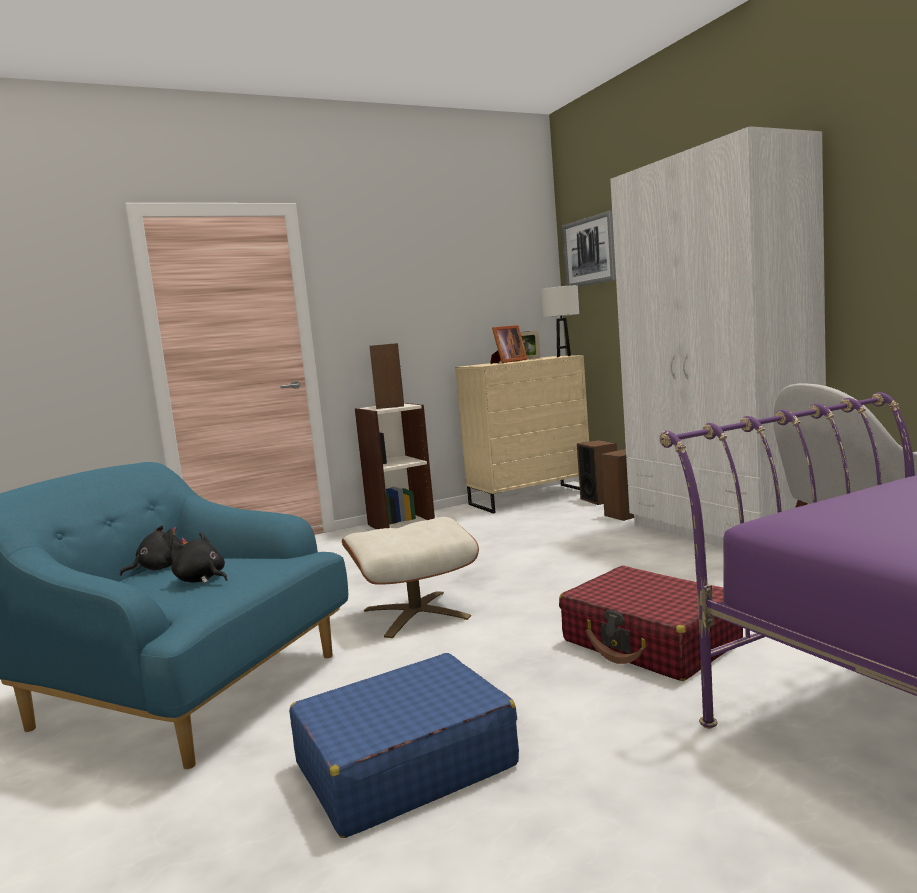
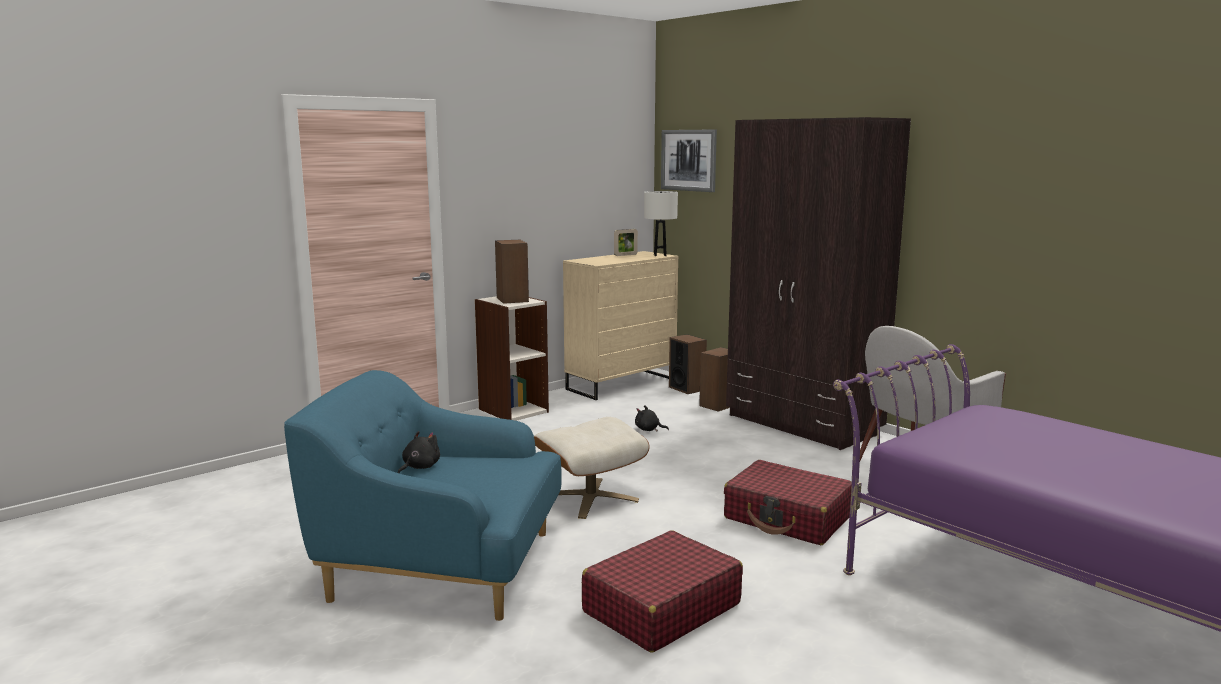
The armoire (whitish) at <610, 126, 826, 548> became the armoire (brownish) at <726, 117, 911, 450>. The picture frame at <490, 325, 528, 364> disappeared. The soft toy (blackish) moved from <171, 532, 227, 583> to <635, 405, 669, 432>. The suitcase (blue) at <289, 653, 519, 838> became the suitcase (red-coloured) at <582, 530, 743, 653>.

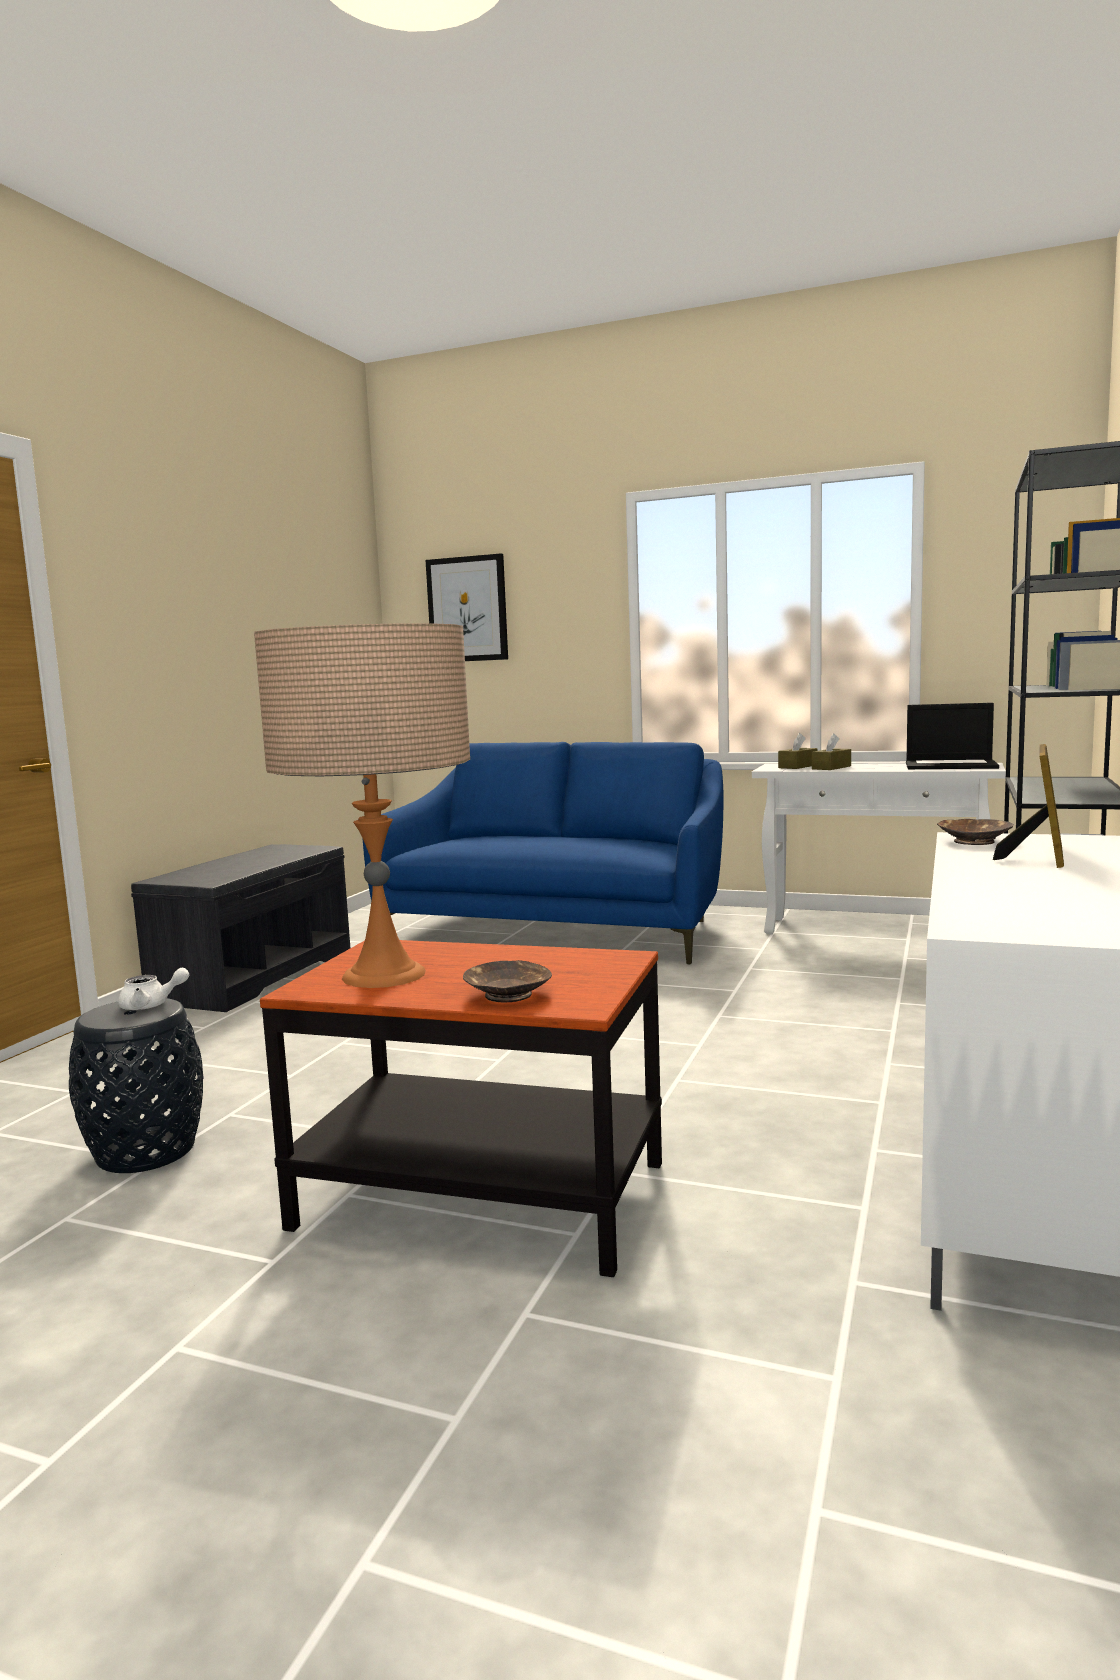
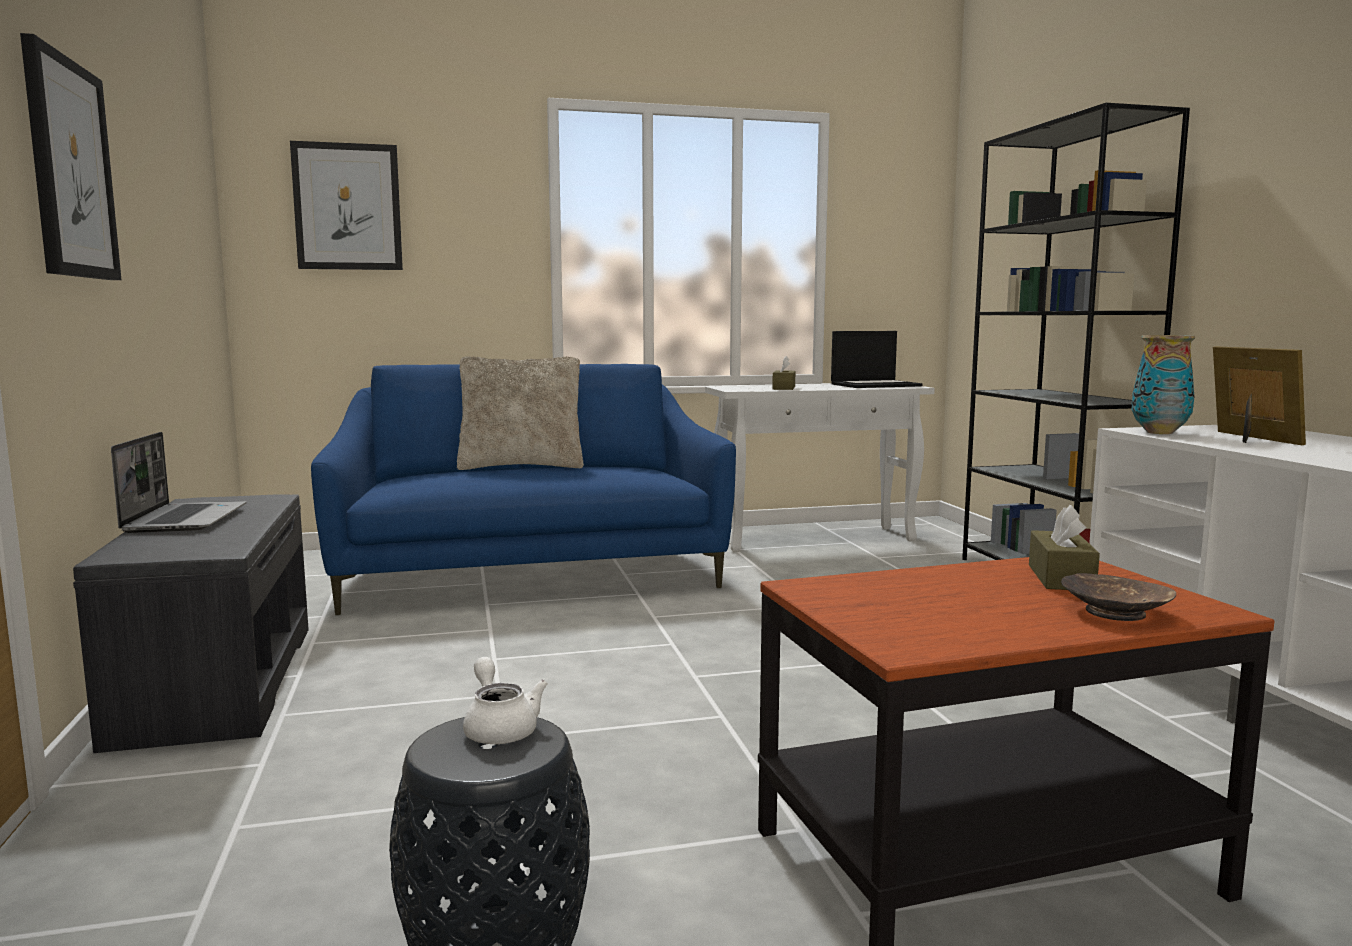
The tabletop lamp (sand-coloured) at <254, 623, 470, 988> disappeared. The box of tissues (brownish) moved from <778, 733, 817, 769> to <1029, 505, 1100, 590>. The serving bowl (brownish) at <937, 819, 1014, 845> was replaced by the vase at <1131, 335, 1195, 434>. The teapot (whitish) at <118, 968, 189, 1010> turned 75 degrees counterclockwise. The wall art at <20, 33, 122, 280> appeared. The throw pillow (sand-coloured) at <457, 356, 584, 470> appeared. The portable computer at <111, 432, 247, 533> appeared.

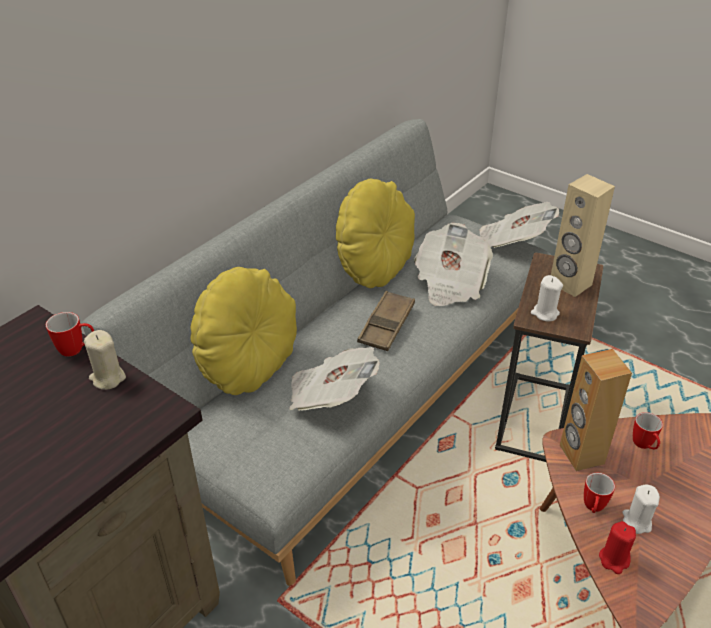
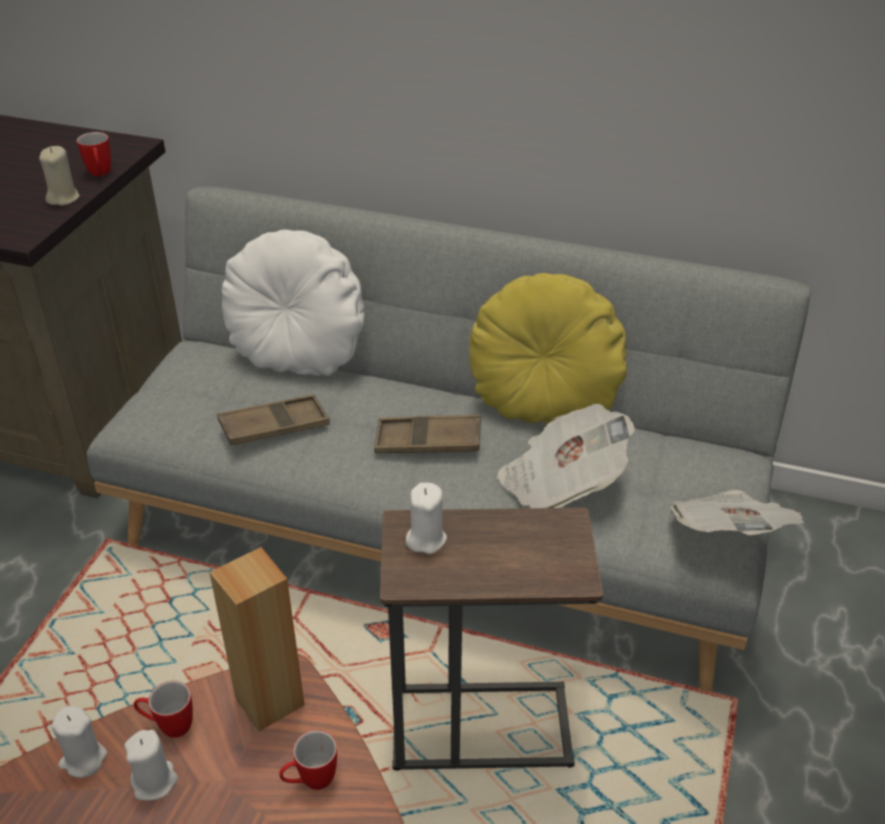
The speaker (sand-coloured) at <551, 174, 615, 297> disappeared. The throw pillow (yellow) at <191, 267, 297, 395> became the throw pillow (whitish) at <222, 230, 365, 376>. The printed paper at <289, 347, 380, 411> was replaced by the carrying tray (brownish) at <217, 394, 330, 445>. The wax light (red-coloured) at <599, 521, 636, 574> became the wax light (whitish) at <51, 706, 108, 778>.

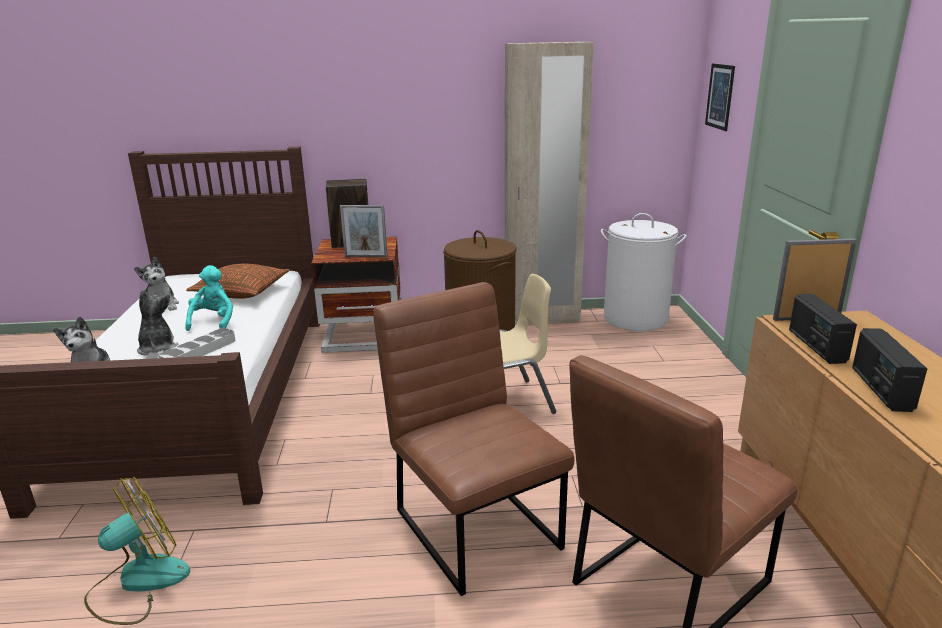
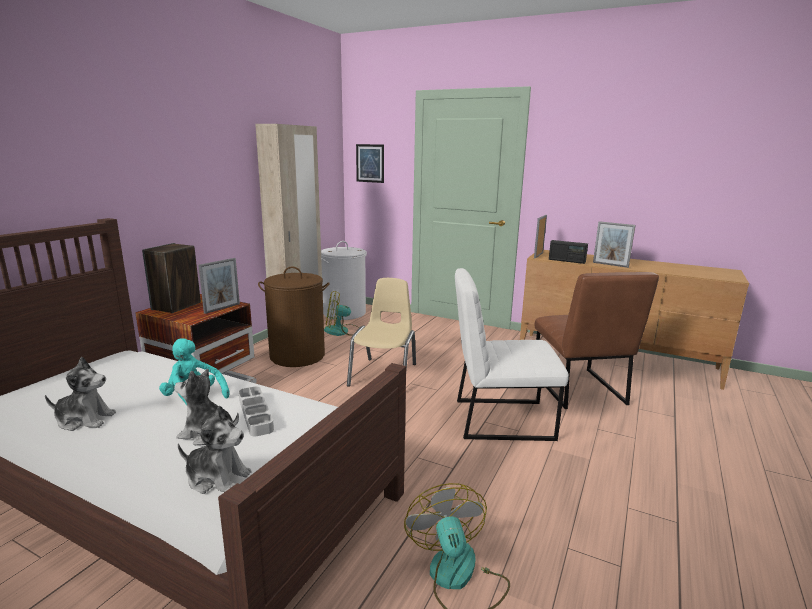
The throw pillow (brownish) at <186, 264, 290, 299> disappeared. The upright chair (brownish) at <373, 282, 575, 596> became the upright chair (whitish) at <455, 268, 569, 441>. The radio receiver at <852, 328, 927, 412> was replaced by the picture frame at <593, 221, 635, 268>. The cooling fan at <324, 291, 359, 336> appeared.

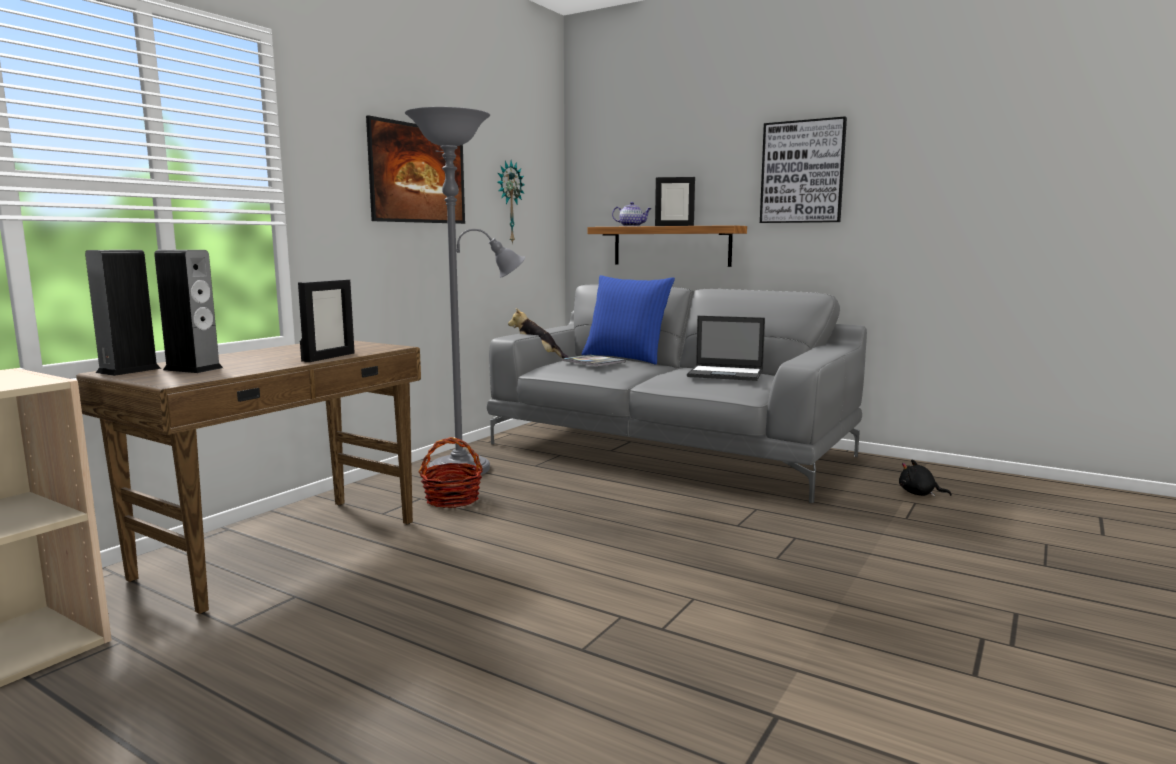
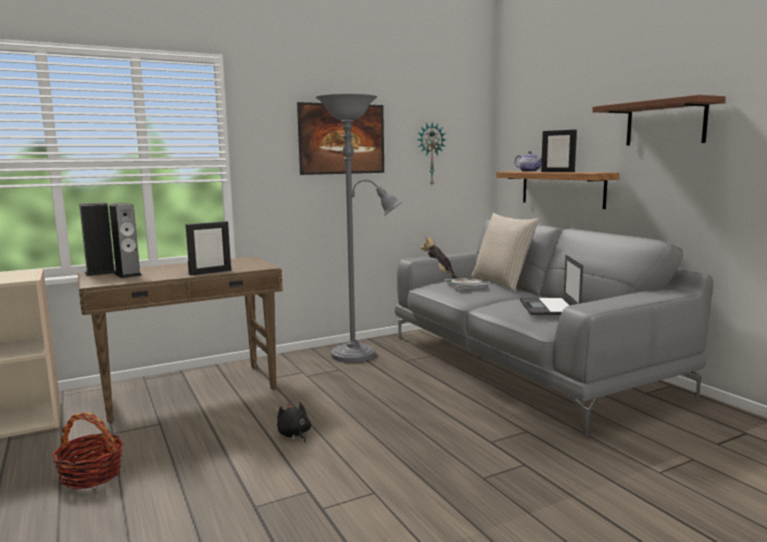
The wall art at <760, 116, 847, 223> was replaced by the bracket shelf (brownish) at <592, 95, 725, 146>. The throw pillow (blue) at <581, 275, 675, 365> became the throw pillow (sand-coloured) at <471, 213, 539, 291>. The portable computer at <687, 316, 765, 381> turned 45 degrees clockwise. The household basket moved from <418, 437, 483, 508> to <52, 412, 123, 489>. The soft toy (blackish) moved from <899, 460, 952, 497> to <277, 402, 311, 443>.

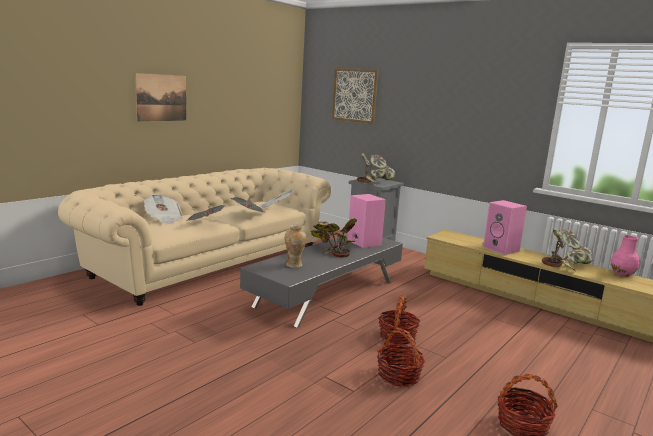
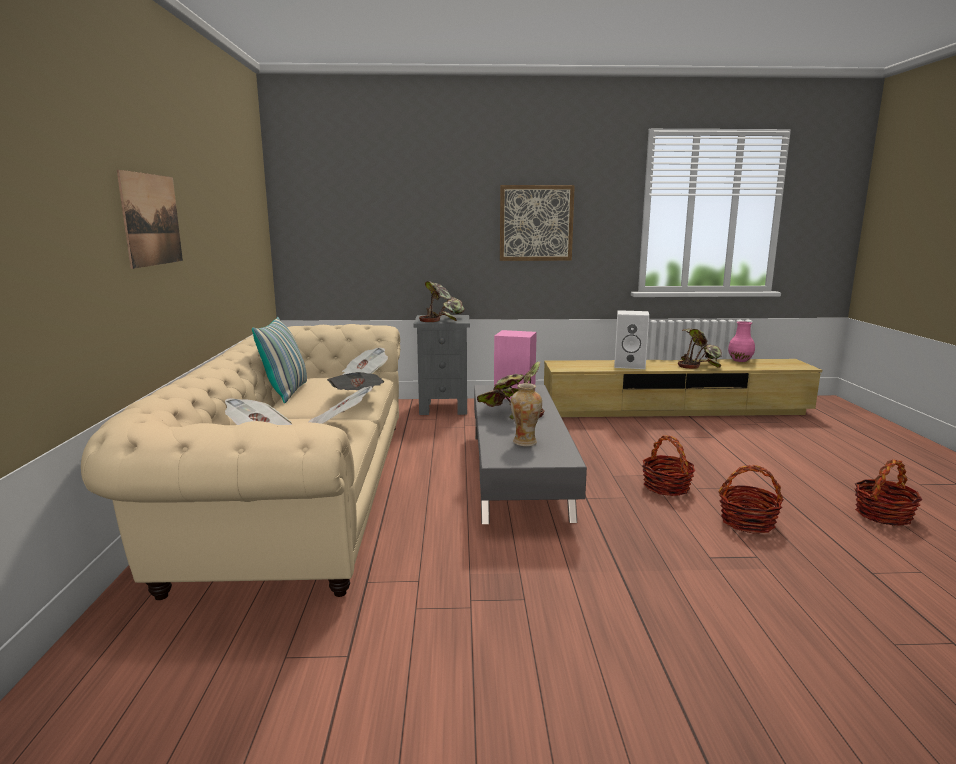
The wall art moved from <332, 67, 378, 124> to <500, 184, 575, 261>. The speaker (pink) at <483, 200, 527, 255> became the speaker (whitish) at <614, 310, 649, 369>. The throw pillow at <252, 317, 307, 403> appeared.

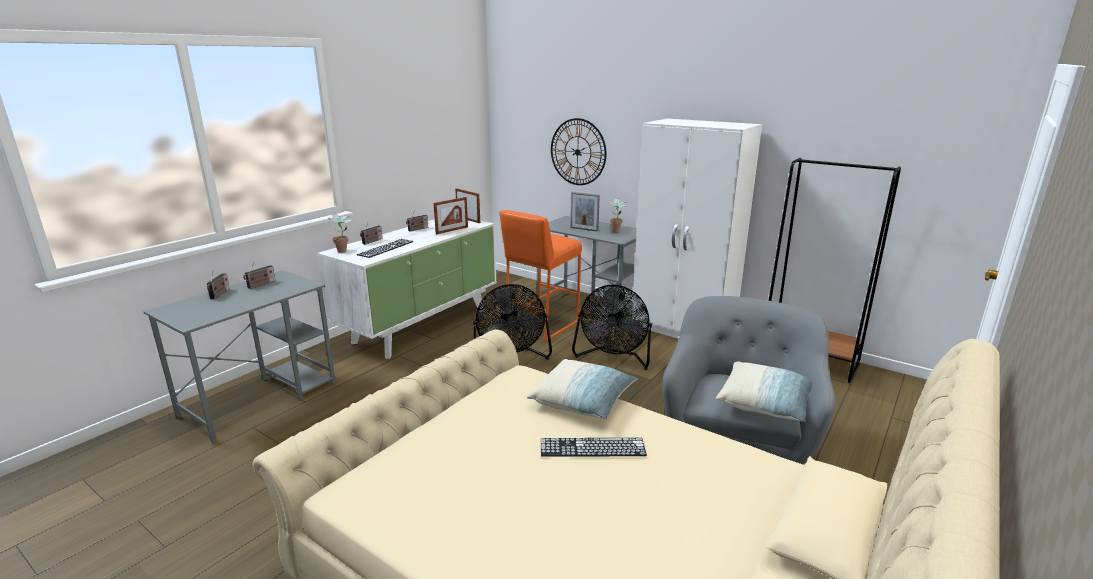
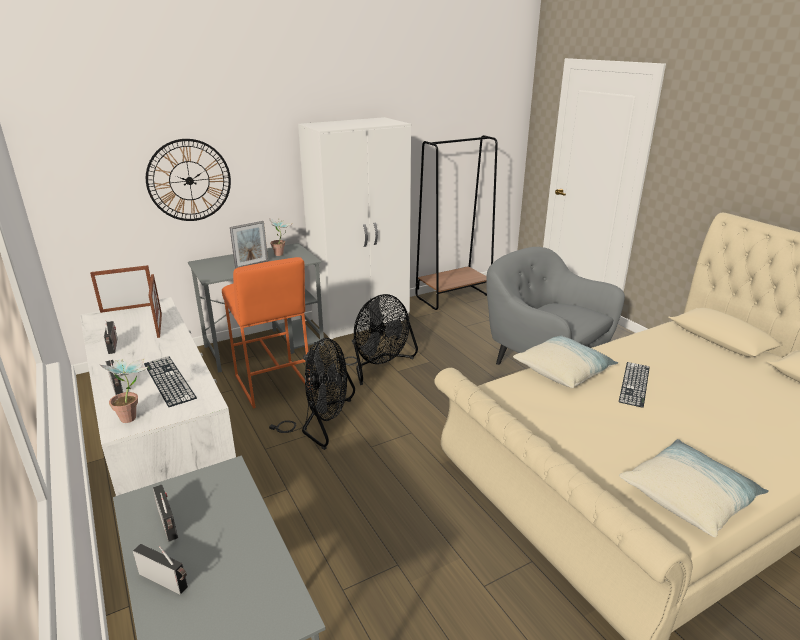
The throw pillow moved from <716, 362, 812, 422> to <619, 439, 769, 537>.

